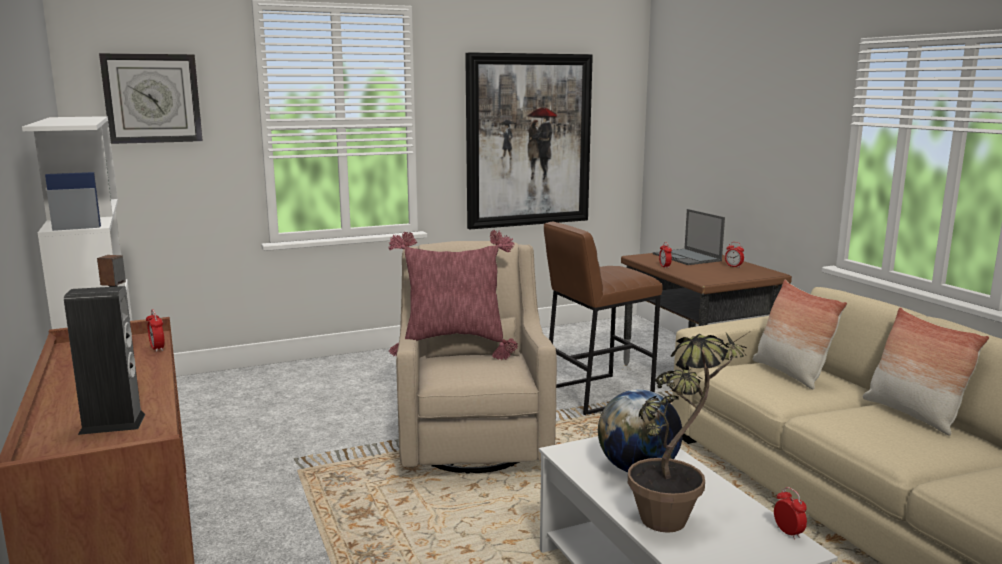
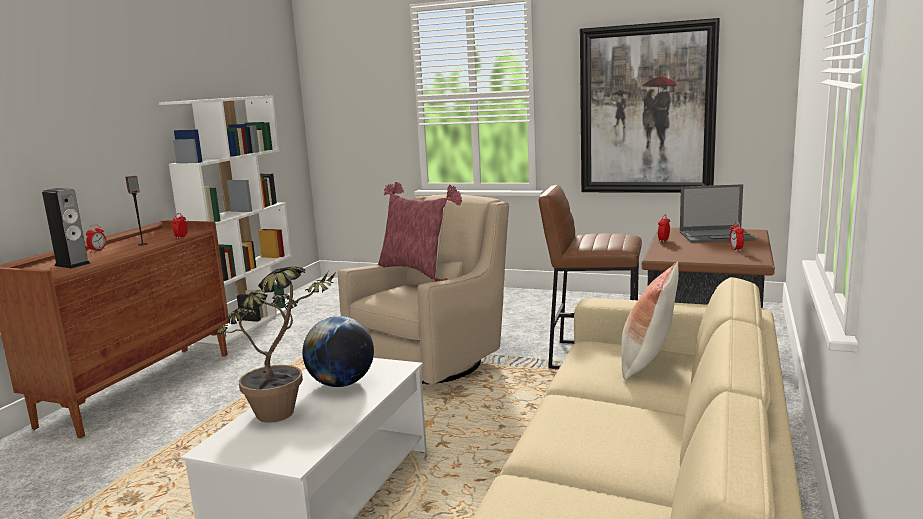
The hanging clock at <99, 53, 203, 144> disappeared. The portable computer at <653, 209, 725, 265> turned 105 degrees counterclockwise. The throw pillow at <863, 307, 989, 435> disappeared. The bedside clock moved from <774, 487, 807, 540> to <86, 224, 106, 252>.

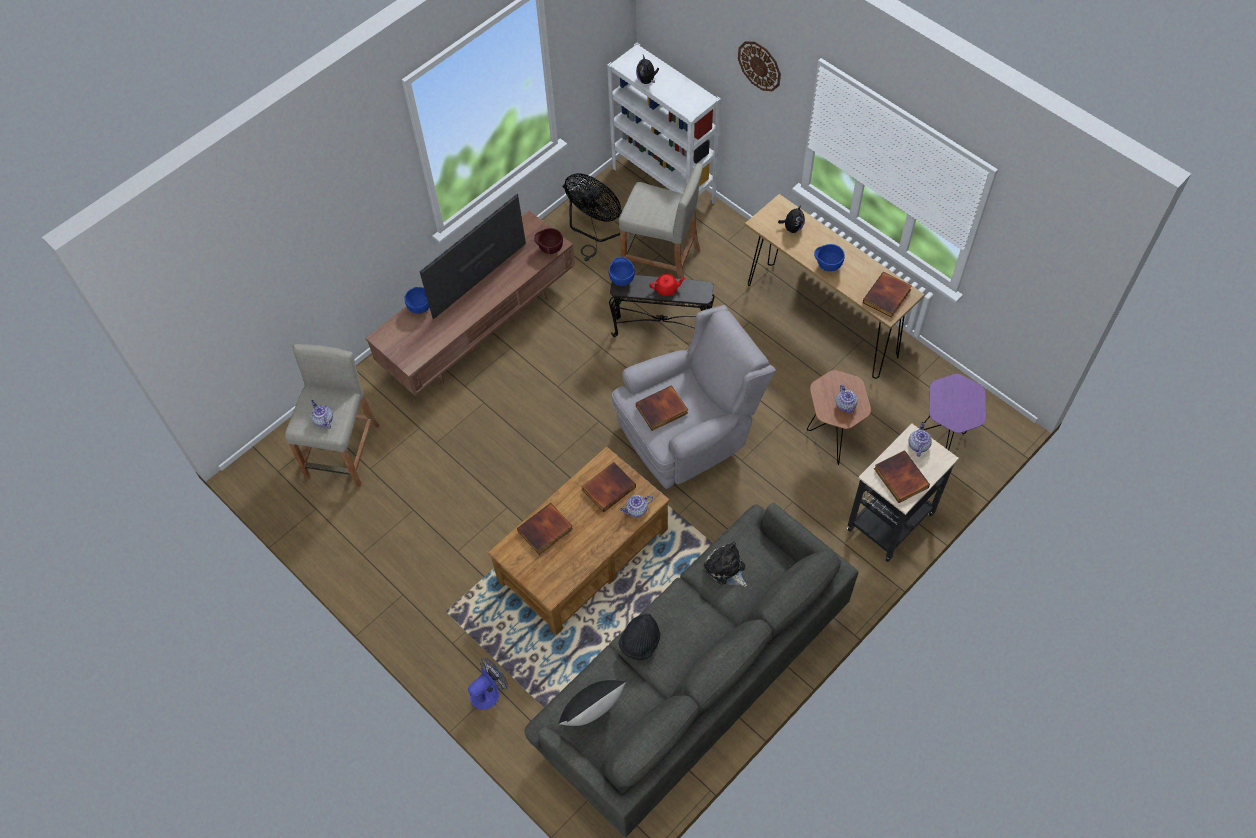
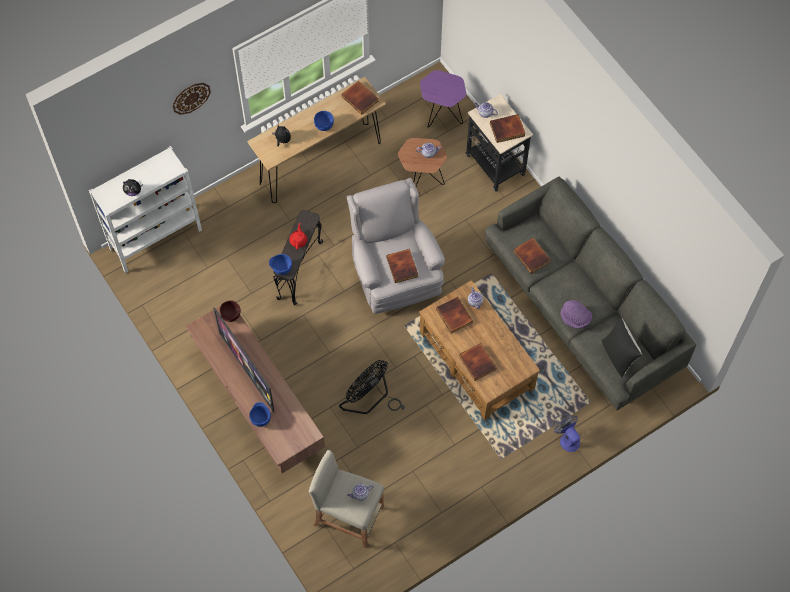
The stool (sand-coloured) at <619, 163, 703, 279> disappeared. The cooling fan (blackish) moved from <562, 173, 622, 262> to <339, 360, 405, 414>. The soft toy at <704, 541, 747, 587> was replaced by the book at <513, 238, 551, 274>. The clothing hat (blackish) at <618, 613, 660, 660> became the clothing hat (purple-coloured) at <560, 300, 592, 329>.

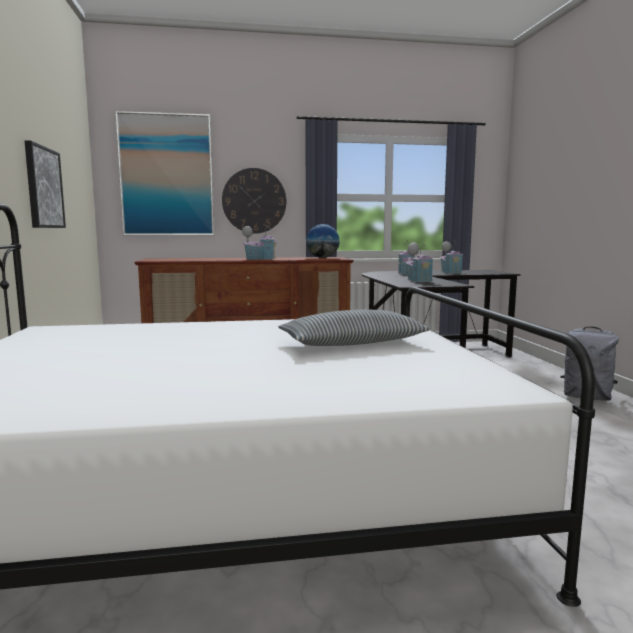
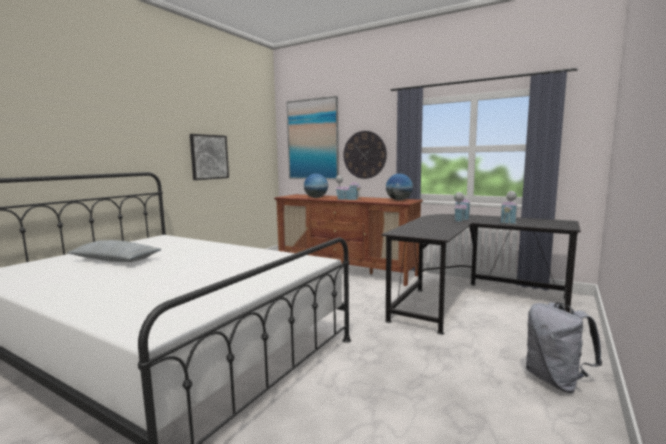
The model house at <405, 242, 434, 282> disappeared. The throw pillow moved from <278, 309, 430, 346> to <67, 240, 162, 262>. The world globe at <304, 174, 328, 198> appeared.

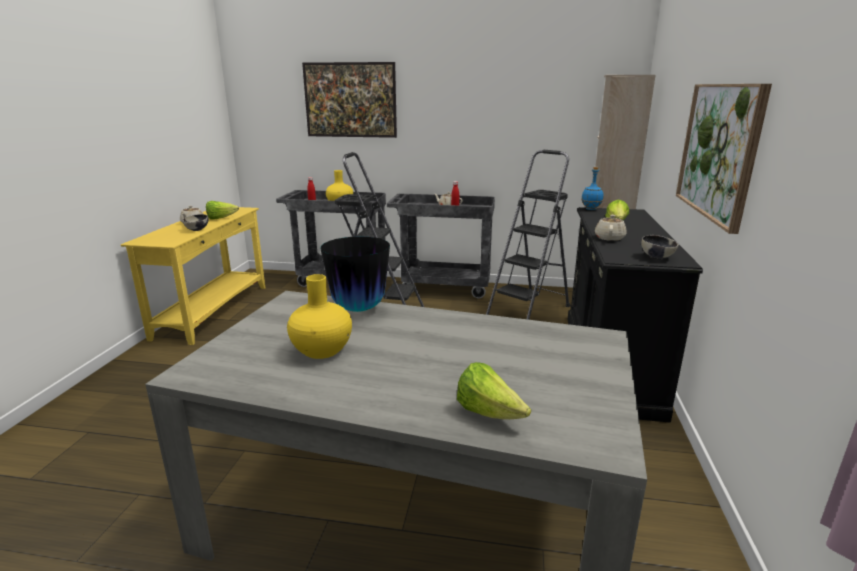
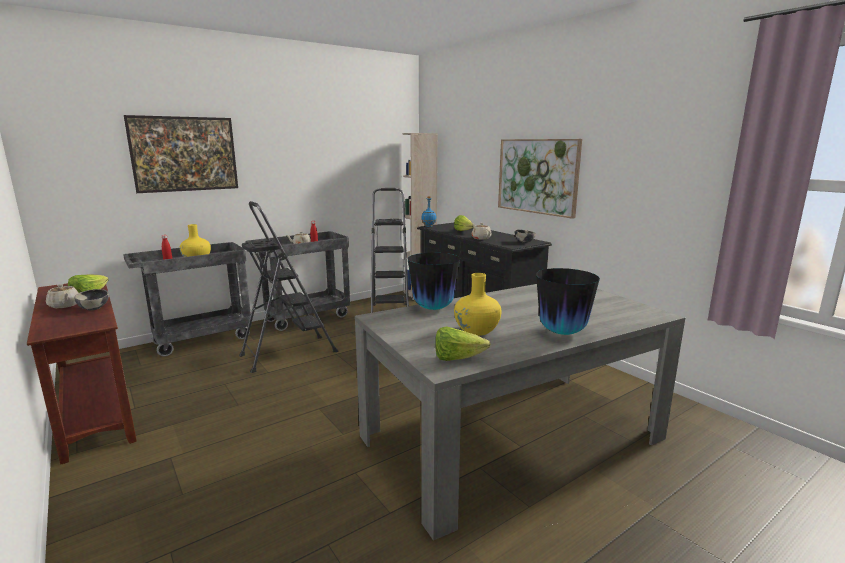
The console table (yellow) at <121, 207, 265, 345> became the console table (brownish) at <27, 283, 137, 465>. The head of lettuce moved from <457, 362, 531, 419> to <435, 326, 490, 361>. The vase at <536, 268, 600, 335> appeared.

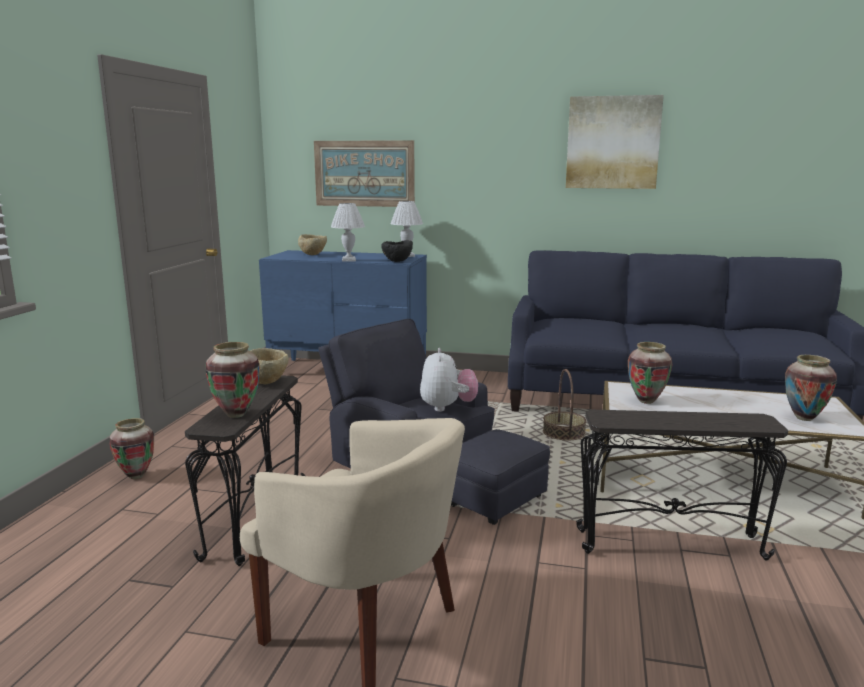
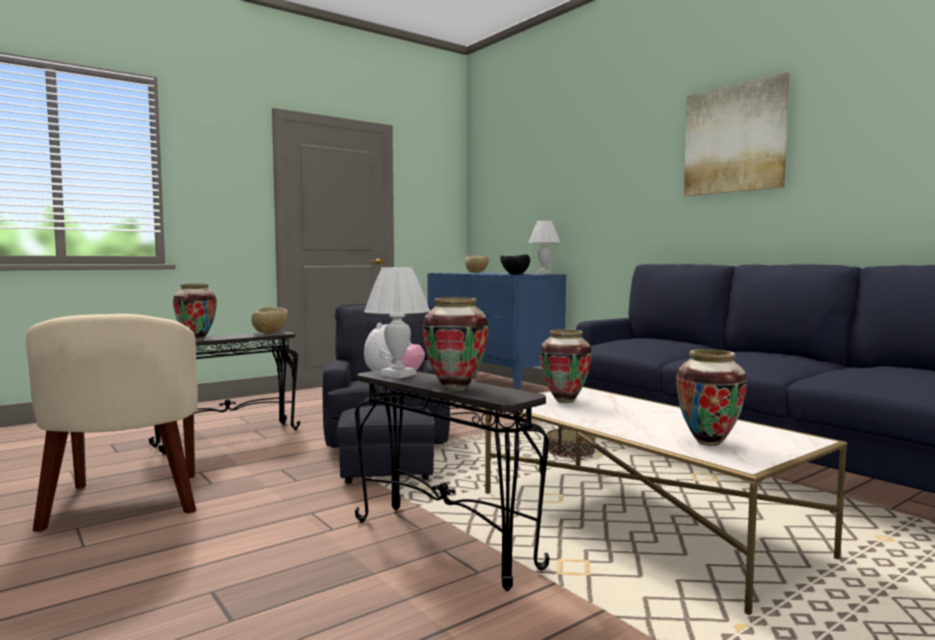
The wall art at <314, 140, 415, 207> disappeared. The tabletop lamp (whitish) moved from <331, 203, 365, 262> to <364, 267, 430, 378>. The vase moved from <109, 418, 154, 479> to <423, 297, 488, 391>.

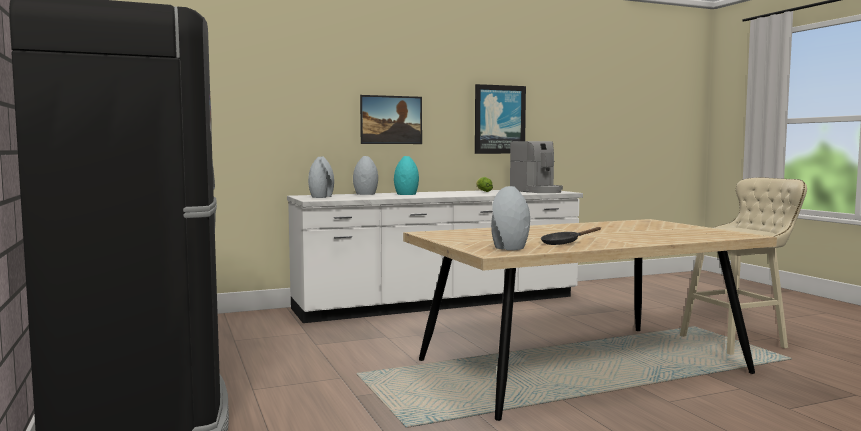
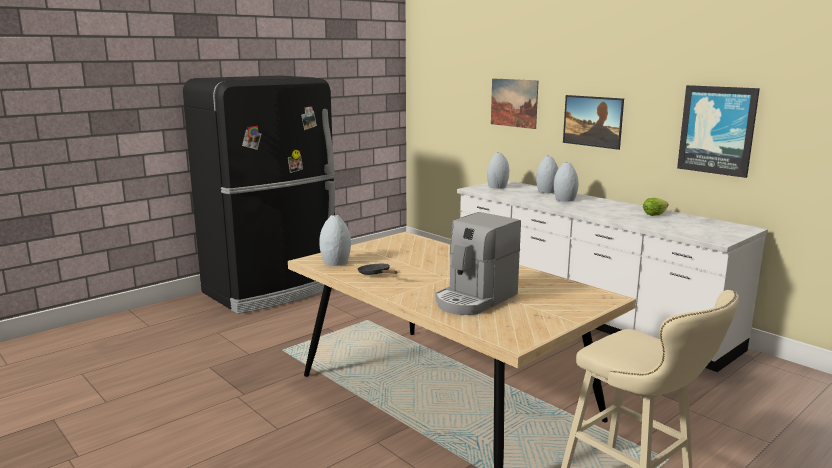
The coffee brewer moved from <510, 141, 563, 193> to <436, 212, 521, 315>. The vase (turquoise) at <394, 156, 419, 195> became the vase (gray) at <554, 162, 579, 202>. The wall art at <491, 78, 539, 129> appeared.

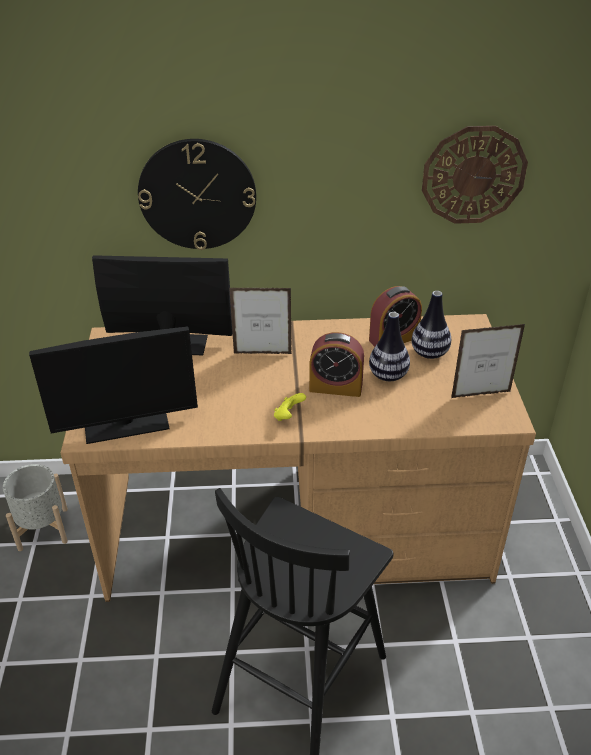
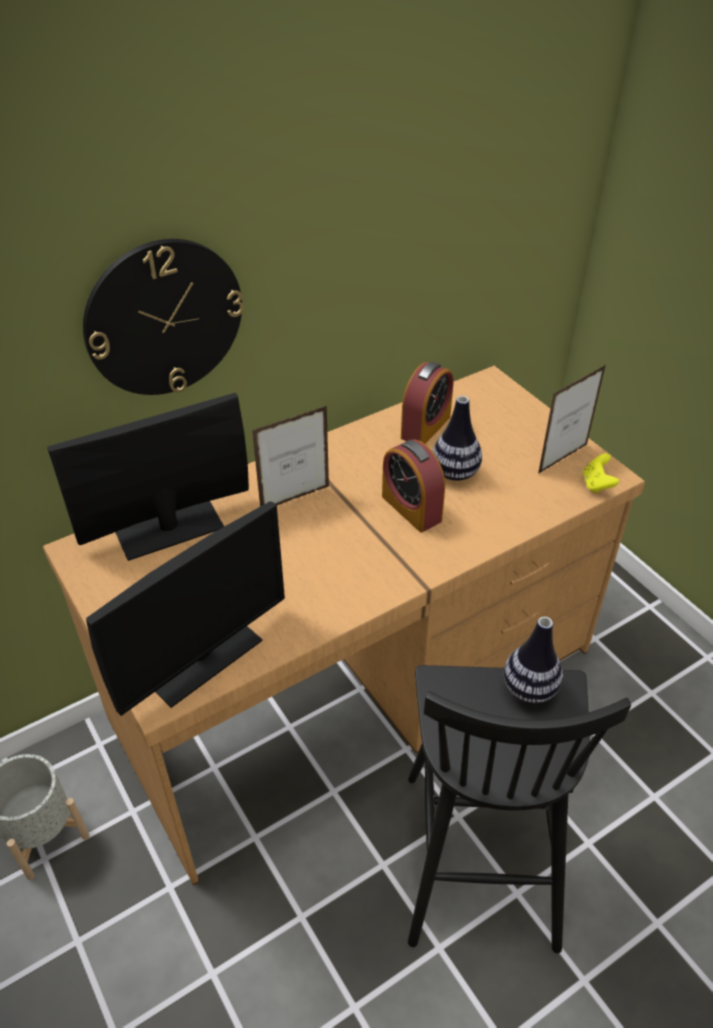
The hanging clock at <422, 126, 528, 224> disappeared. The vase moved from <412, 291, 451, 359> to <504, 617, 563, 703>. The bedside clock at <309, 332, 364, 397> turned 75 degrees clockwise. The game controller (yellow) moved from <274, 393, 306, 421> to <583, 453, 619, 493>.

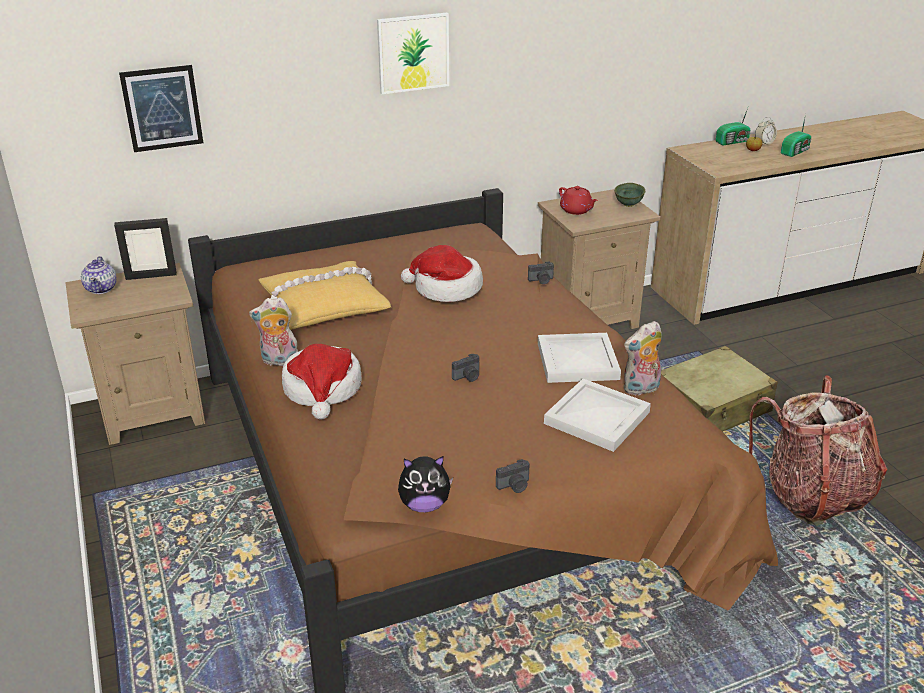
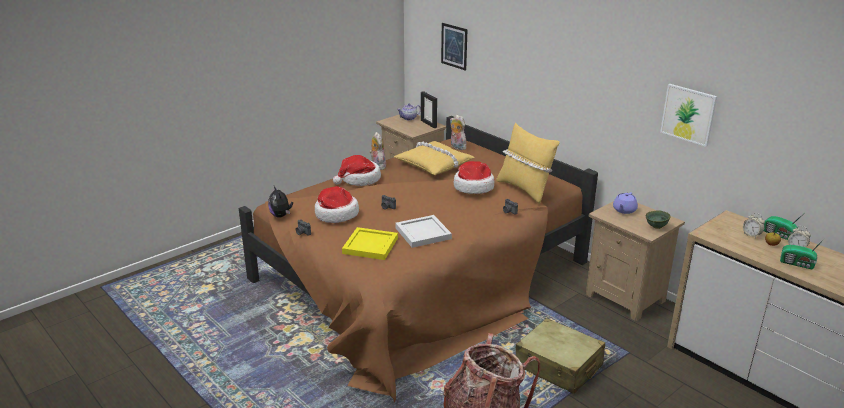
The wall art moved from <377, 13, 449, 94> to <660, 84, 717, 147>. The teapot (red-coloured) at <559, 186, 598, 215> became the teapot (purple-coloured) at <613, 192, 638, 214>. The soft toy moved from <623, 321, 662, 395> to <450, 115, 466, 150>. The carrying tray (whitish) at <544, 379, 651, 452> became the carrying tray (yellow) at <342, 227, 398, 260>. The throw pillow (yellow) at <496, 123, 560, 204> appeared. The clothing hat at <315, 186, 359, 223> appeared. The bedside clock at <743, 213, 765, 238> appeared.

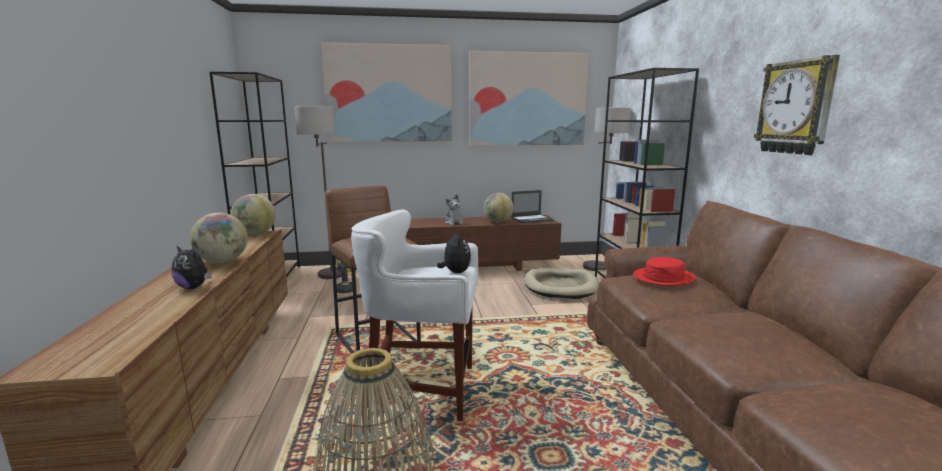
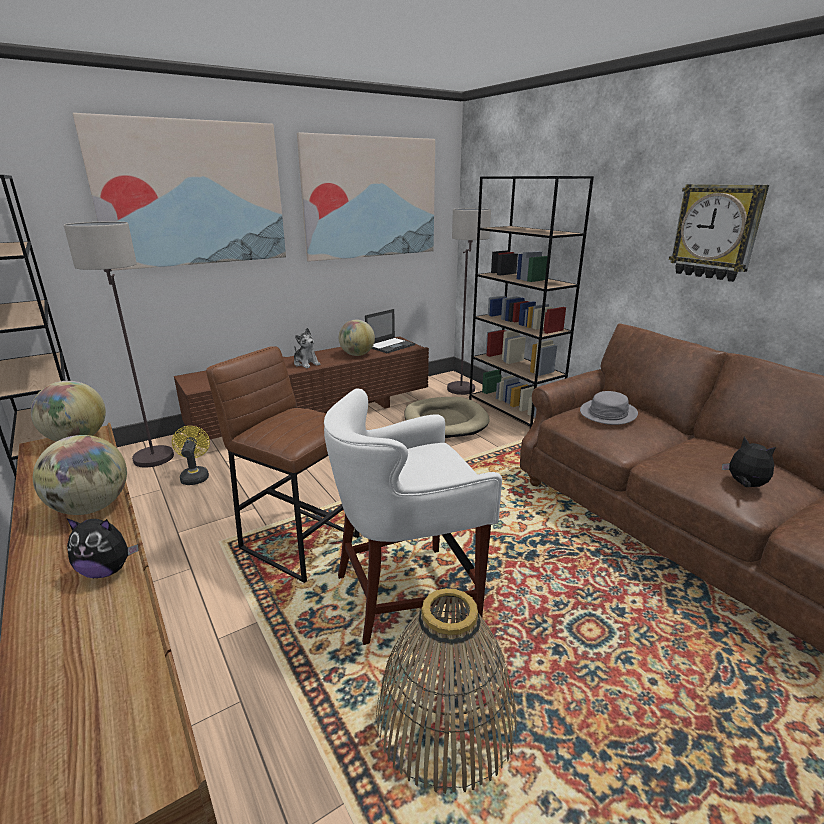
The soft toy moved from <437, 231, 471, 273> to <722, 437, 776, 487>. The clothing hat (red-coloured) at <633, 257, 696, 286> became the clothing hat (gray) at <580, 391, 638, 425>.

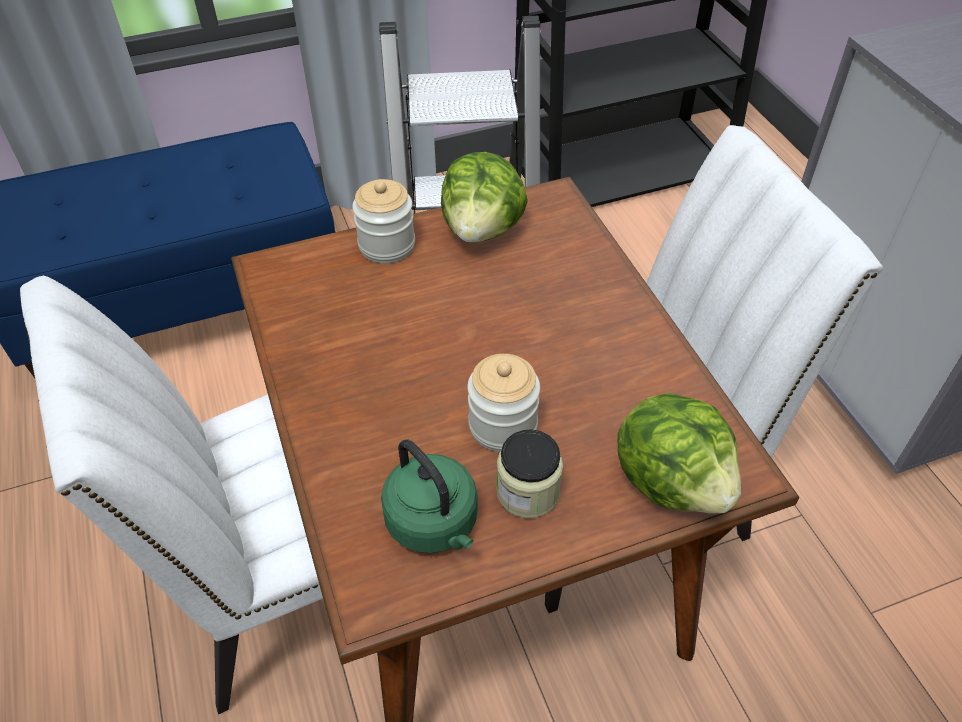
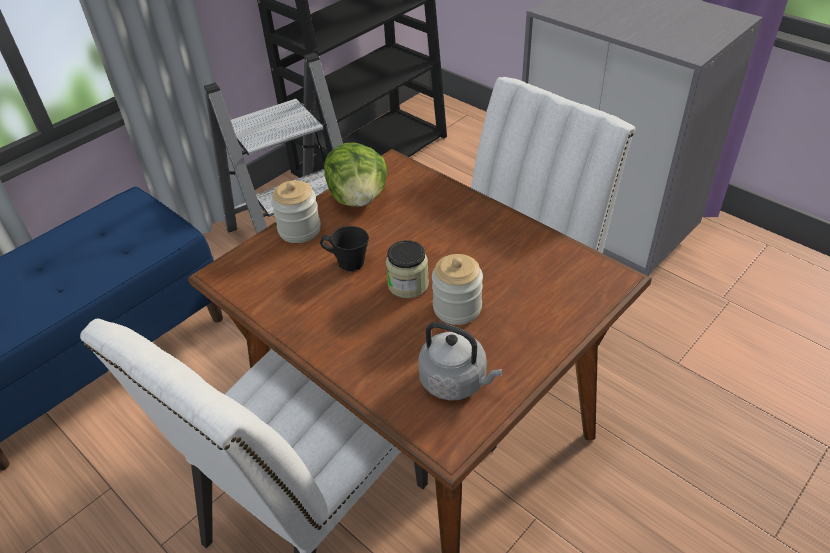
The head of lettuce at <617, 393, 741, 514> disappeared. The preserve jar moved from <497, 429, 563, 518> to <386, 240, 429, 298>. The water kettle (green) at <381, 439, 478, 553> became the water kettle (gray) at <418, 322, 502, 400>. The tea mug (blackish) at <320, 226, 369, 271> appeared.

